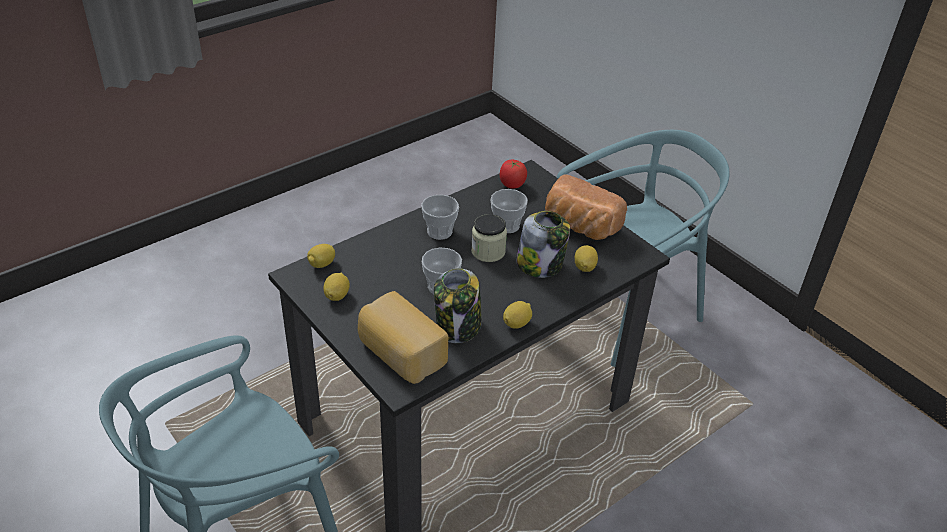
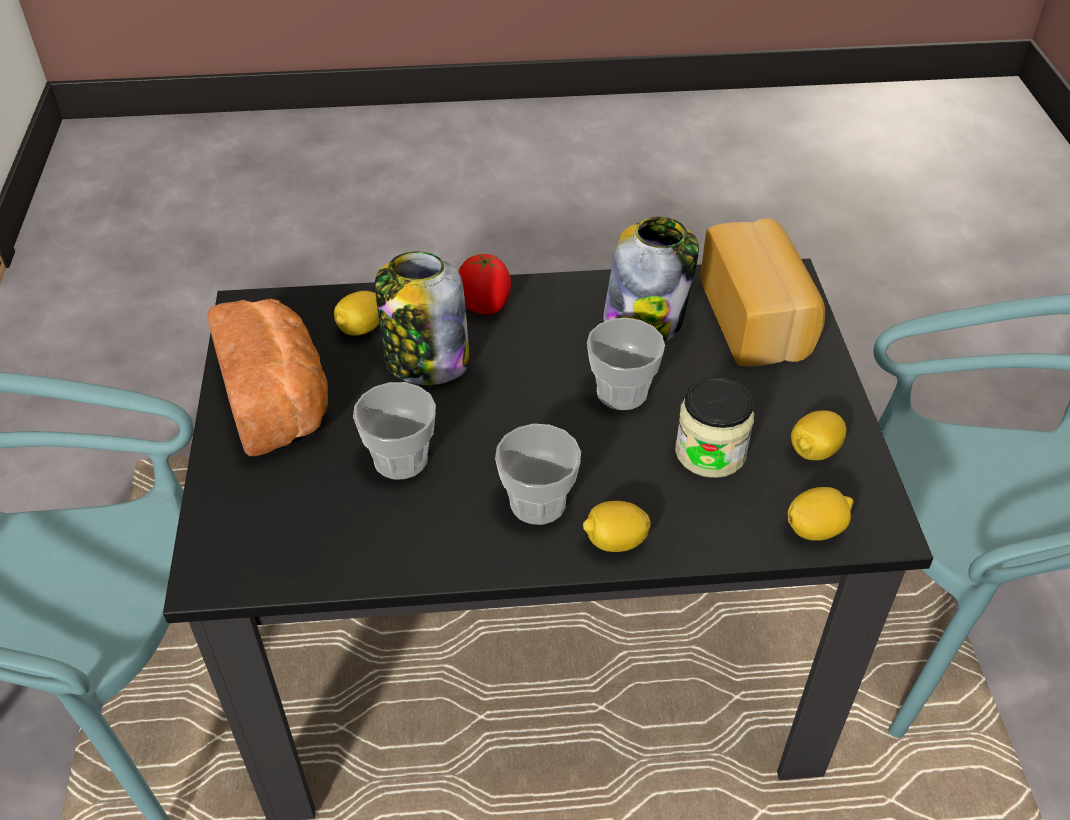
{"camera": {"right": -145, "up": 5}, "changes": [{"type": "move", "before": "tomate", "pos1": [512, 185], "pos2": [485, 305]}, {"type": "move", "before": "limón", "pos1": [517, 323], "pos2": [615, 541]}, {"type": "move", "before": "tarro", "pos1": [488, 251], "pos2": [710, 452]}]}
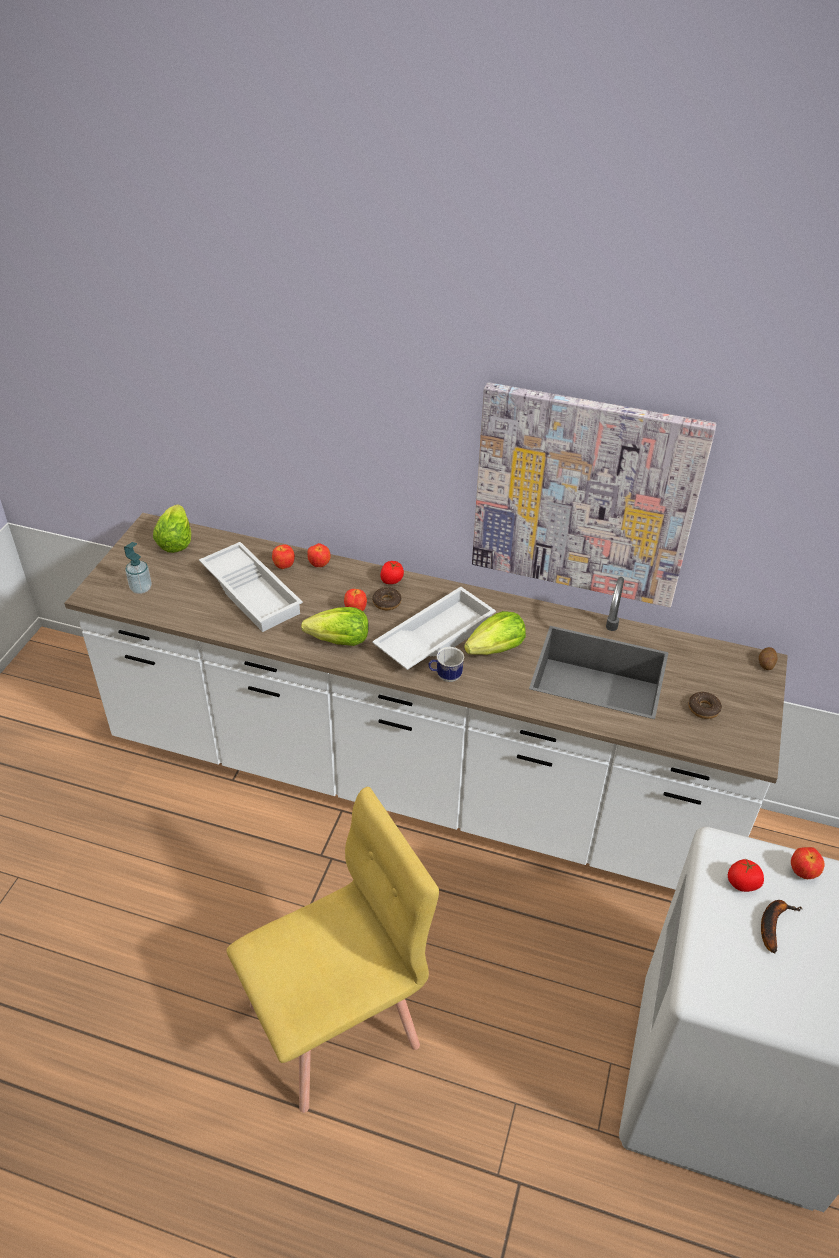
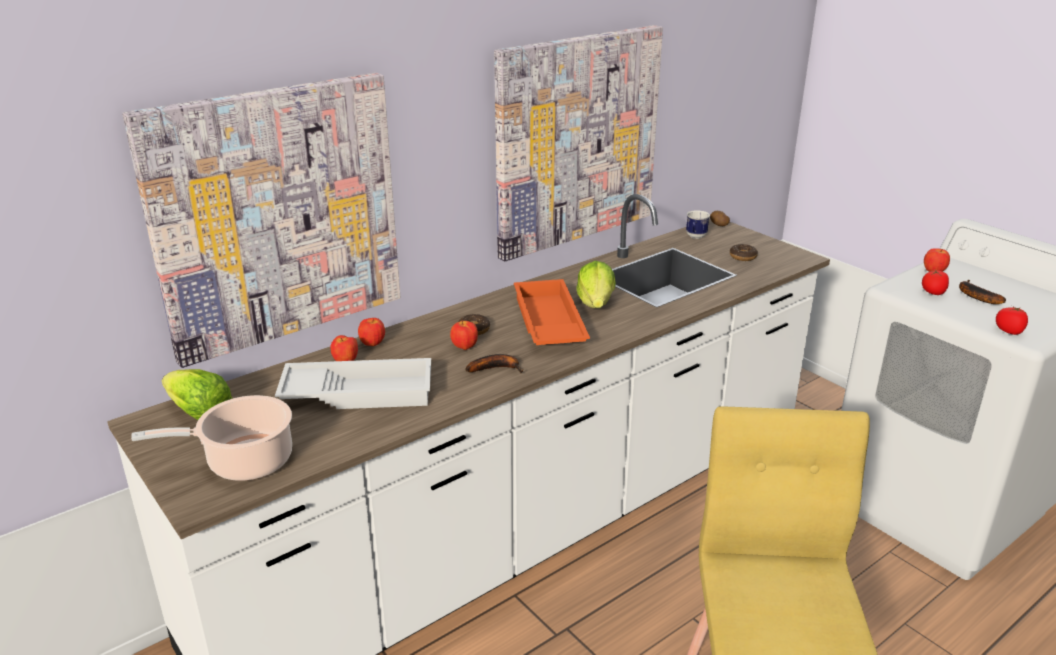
{"camera": {"right": -55, "up": -15}, "changes": [{"type": "insert", "after": "cuadro", "pos2": [277, 215]}, {"type": "replace", "before": "dispensador de jabón", "after": "olla", "pos1": [141, 588], "pos2": [244, 462]}, {"type": "replace", "before": "lechuga", "after": "plátano", "pos1": [340, 641], "pos2": [496, 368]}, {"type": "recolor", "before": "bandeja (blanco)", "after": "bandeja (naranja)", "pos1": [434, 636], "pos2": [547, 323]}, {"type": "move", "before": "taza grande", "pos1": [445, 676], "pos2": [695, 237]}, {"type": "move", "before": "tomate", "pos1": [391, 580], "pos2": [1009, 331]}]}
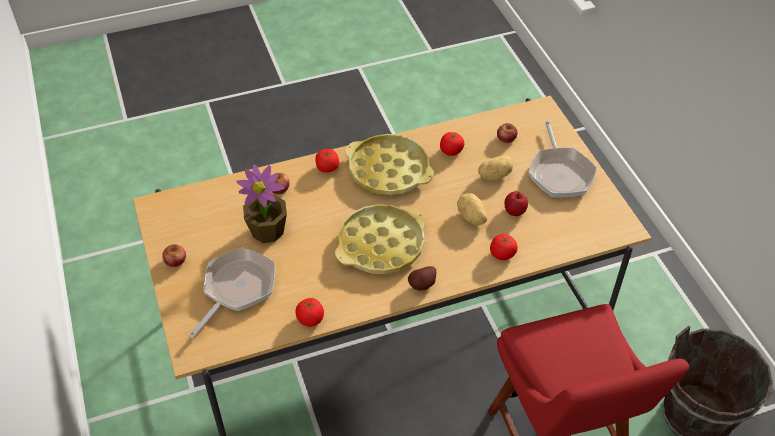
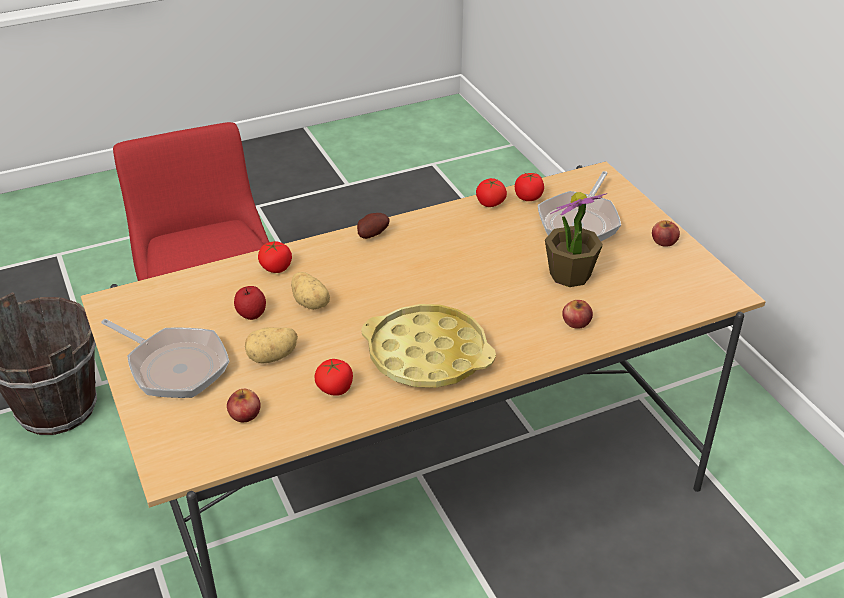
{"camera": {"right": 175, "up": -10}, "changes": [{"type": "rotate", "before": "sartén", "pos1": [560, 173], "pos2": [174, 366], "turn": 135}, {"type": "move", "before": "tomate", "pos1": [327, 168], "pos2": [528, 197]}, {"type": "delete", "before": "bandeja (amarillo)", "pos1": [381, 245]}]}
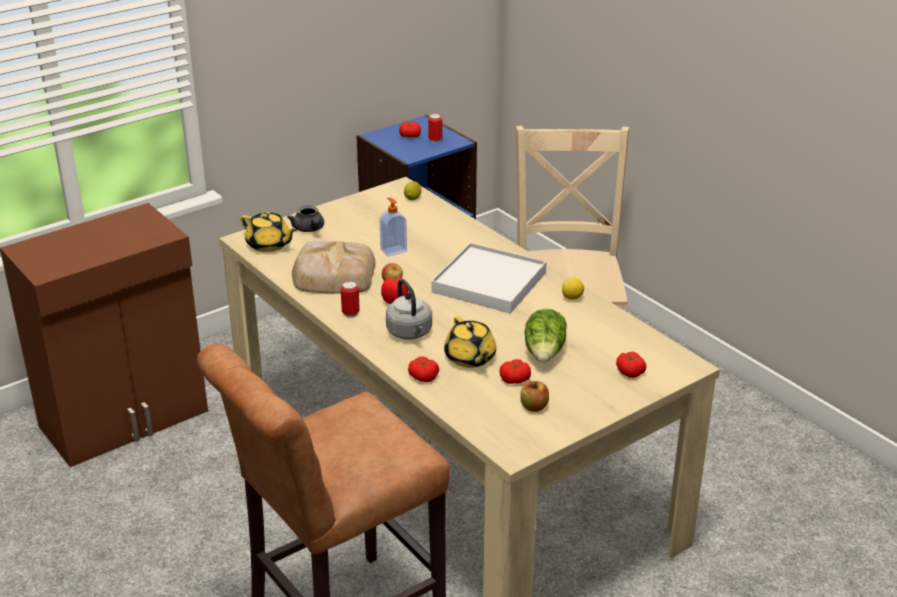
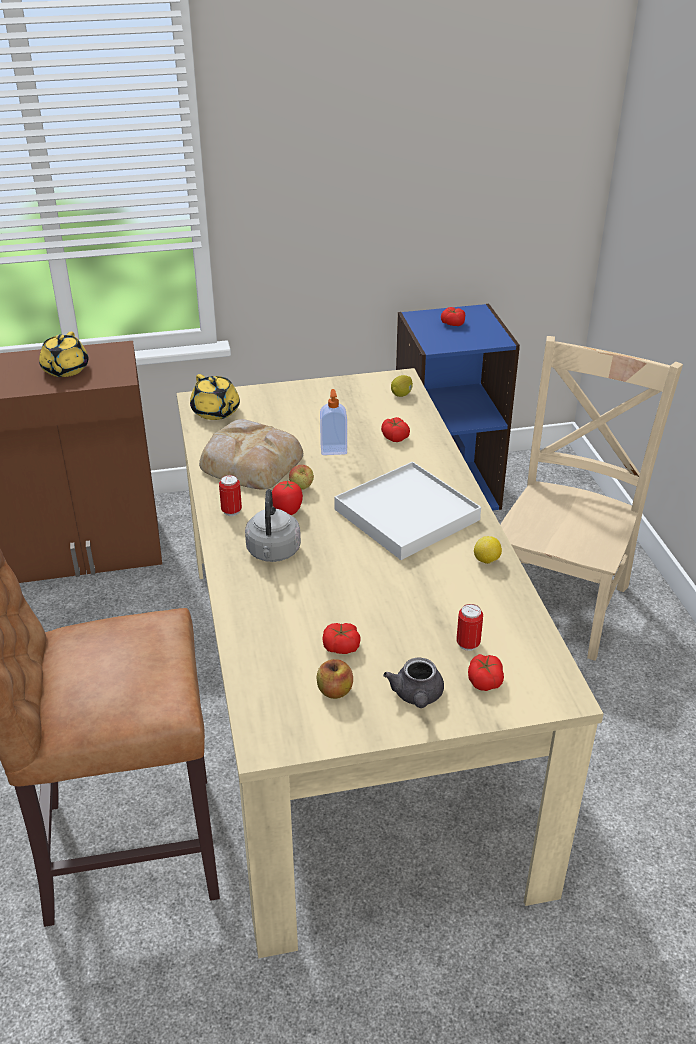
{"camera": {"right": 25, "up": 5}, "changes": [{"type": "move", "before": "tetera (amarillo)", "pos1": [470, 358], "pos2": [65, 370]}, {"type": "move", "before": "tomate", "pos1": [423, 376], "pos2": [394, 437]}, {"type": "move", "before": "tetera (gris)", "pos1": [309, 229], "pos2": [417, 696]}, {"type": "move", "before": "lata", "pos1": [435, 140], "pos2": [468, 644]}, {"type": "delete", "before": "lechuga", "pos1": [545, 353]}]}
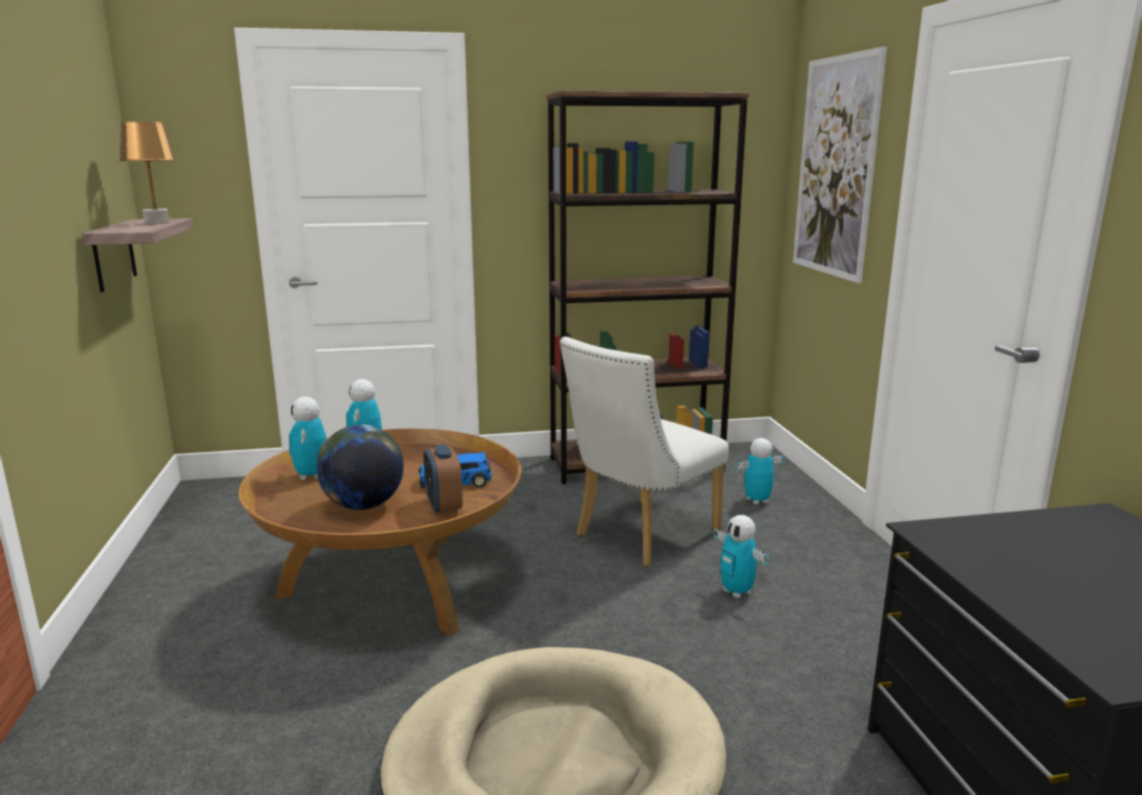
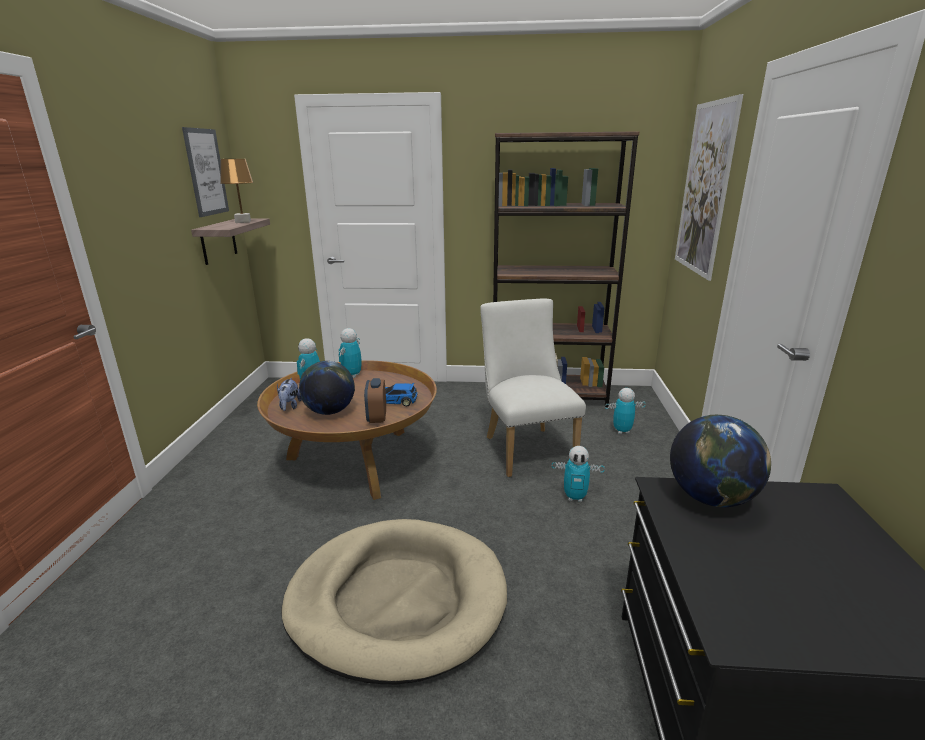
{"camera": {"right": 15, "up": 5}, "changes": [{"type": "insert", "after": "cuadro", "pos2": [206, 172]}, {"type": "insert", "after": "peluche", "pos2": [290, 406]}, {"type": "rotate", "before": "silla (blanco)", "pos1": [639, 536], "pos2": [526, 447], "turn": 105}, {"type": "rotate", "before": "robot de juguete", "pos1": [737, 592], "pos2": [575, 497], "turn": -60}, {"type": "insert", "after": "globo terráqueo", "pos2": [711, 498]}]}
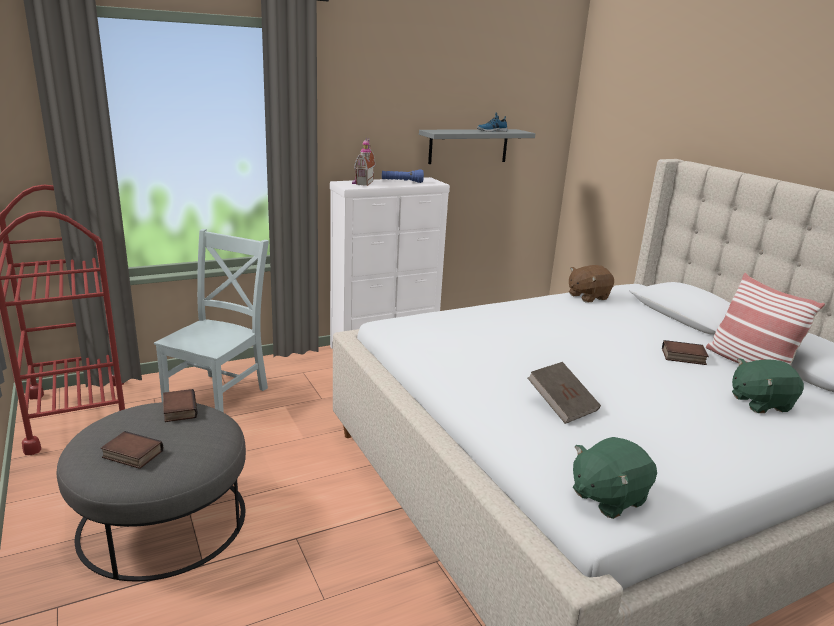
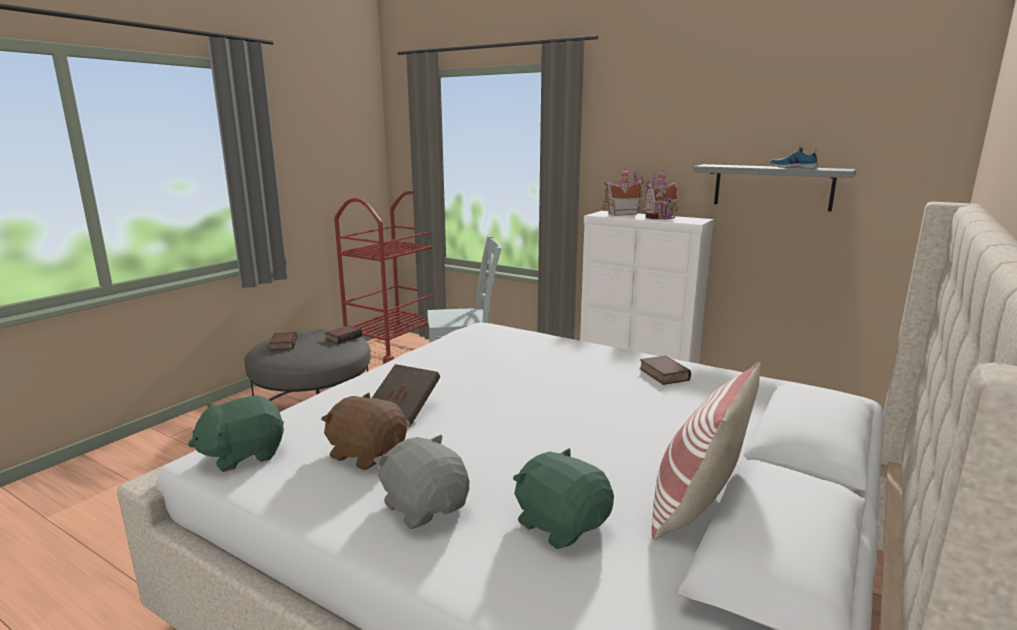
{"camera": {"right": 60, "up": -5}, "changes": [{"type": "rotate", "before": "peluche (verde)", "pos1": [607, 497], "pos2": [243, 455], "turn": -60}, {"type": "move", "before": "peluche (marrón)", "pos1": [587, 296], "pos2": [367, 453]}, {"type": "insert", "after": "peluche (gris)", "pos2": [425, 507]}, {"type": "move", "before": "libro", "pos1": [683, 357], "pos2": [662, 374]}, {"type": "replace", "before": "linterna (azul)", "after": "casita", "pos1": [402, 182], "pos2": [661, 217]}]}
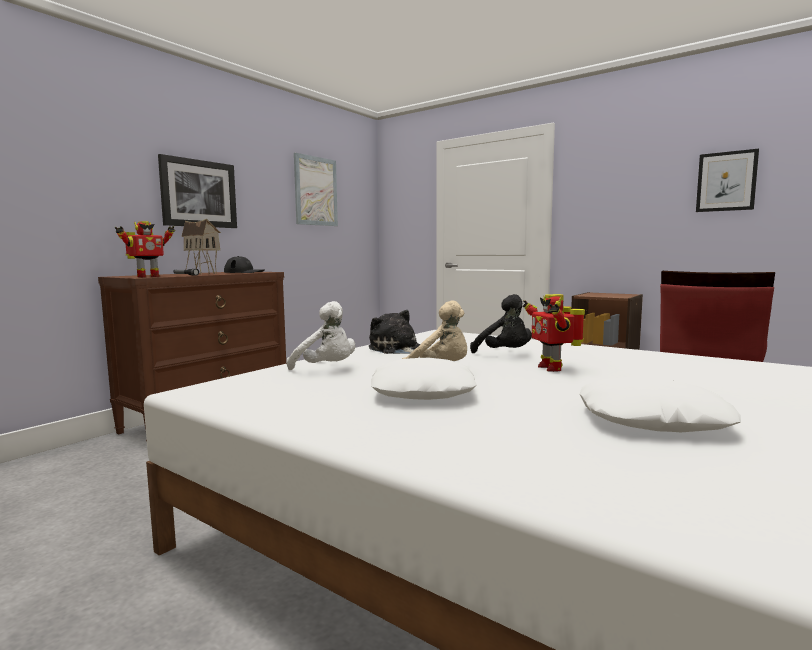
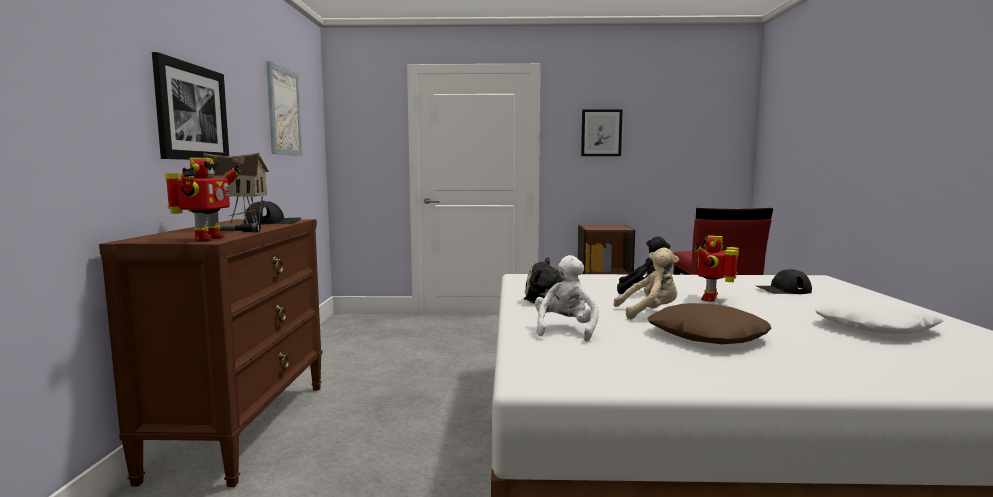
{"camera": {"right": -35, "up": 0}, "changes": [{"type": "rotate", "before": "peluche (blanco)", "pos1": [326, 369], "pos2": [565, 330], "turn": -75}, {"type": "move", "before": "cuadro", "pos1": [726, 181], "pos2": [601, 133]}, {"type": "recolor", "before": "cojín (blanco)", "after": "cojín (marrón)", "pos1": [421, 391], "pos2": [706, 335]}, {"type": "rotate", "before": "robot de juguete", "pos1": [551, 368], "pos2": [711, 298], "turn": 75}, {"type": "insert", "after": "gorra (negro)", "pos2": [783, 290]}]}
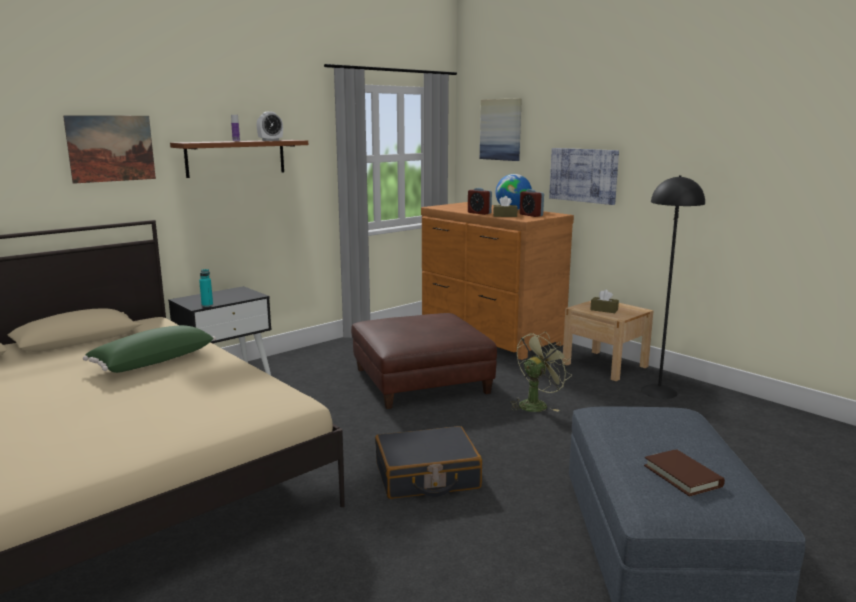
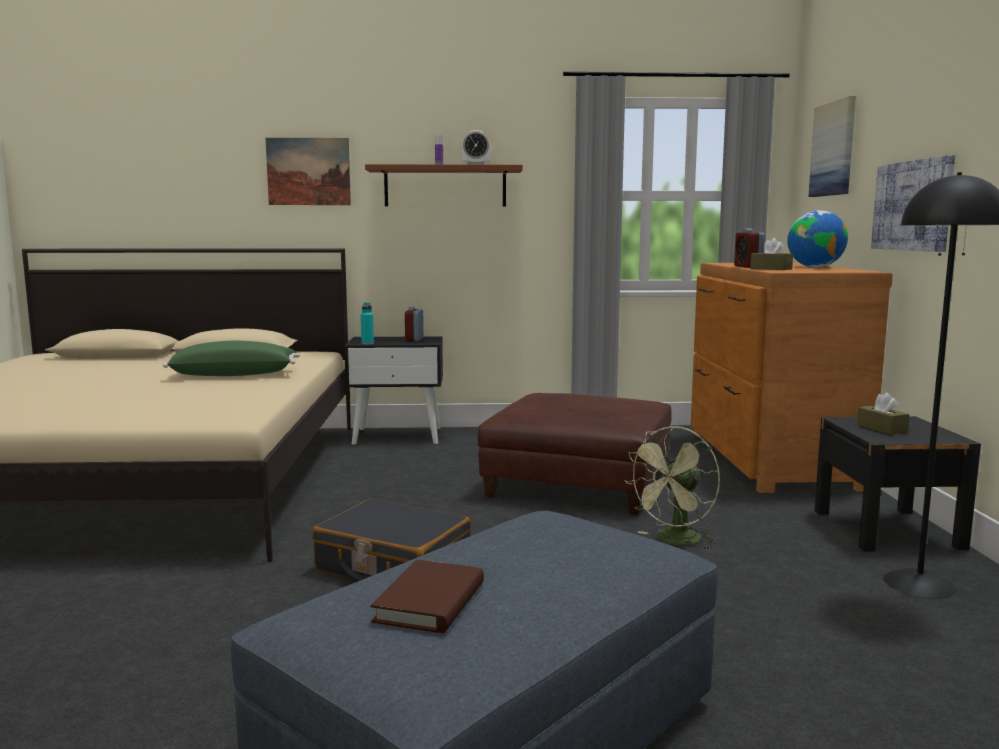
{"camera": {"right": 40, "up": -5}, "changes": [{"type": "move", "before": "despertador", "pos1": [531, 215], "pos2": [414, 339]}, {"type": "rotate", "before": "ventilador (verde)", "pos1": [536, 404], "pos2": [675, 542], "turn": 135}, {"type": "recolor", "before": "mesita de noche (beis)", "after": "mesita de noche (negro)", "pos1": [605, 365], "pos2": [886, 529]}]}
